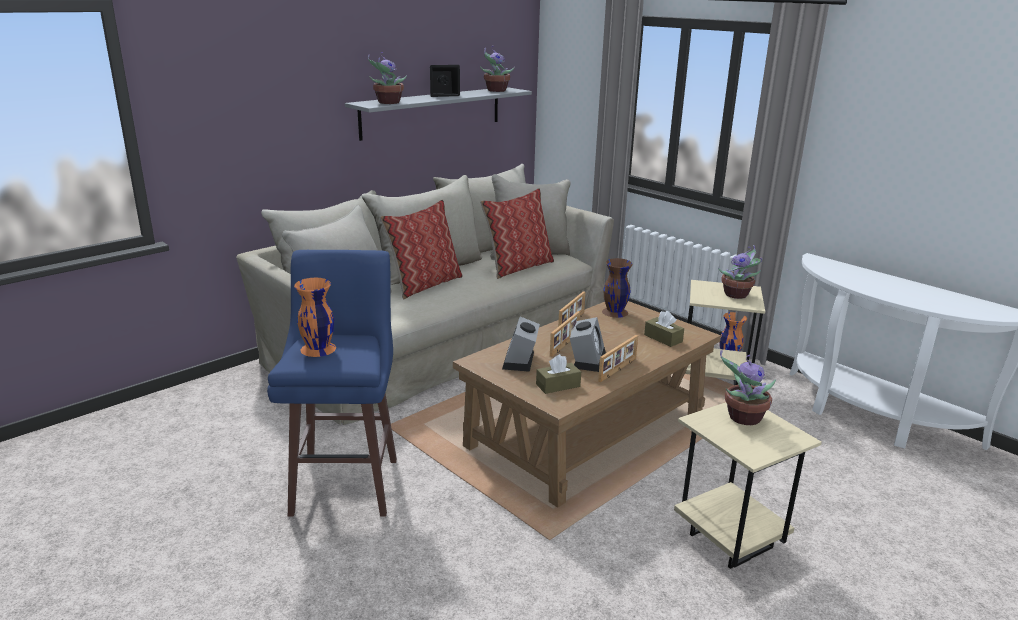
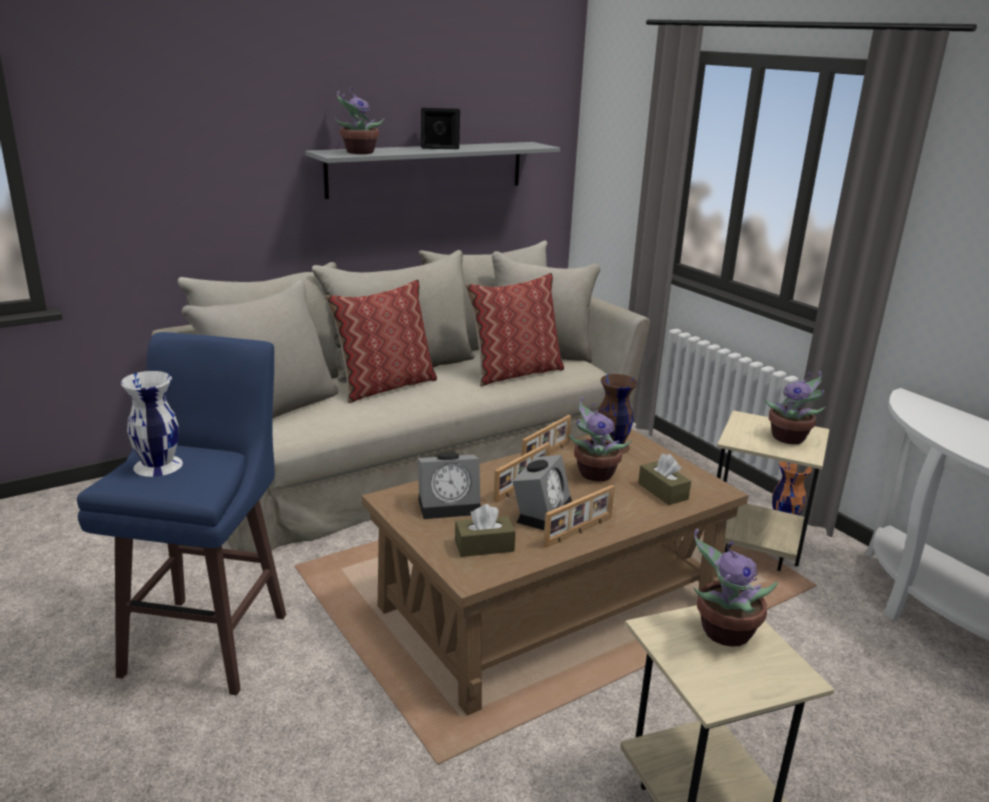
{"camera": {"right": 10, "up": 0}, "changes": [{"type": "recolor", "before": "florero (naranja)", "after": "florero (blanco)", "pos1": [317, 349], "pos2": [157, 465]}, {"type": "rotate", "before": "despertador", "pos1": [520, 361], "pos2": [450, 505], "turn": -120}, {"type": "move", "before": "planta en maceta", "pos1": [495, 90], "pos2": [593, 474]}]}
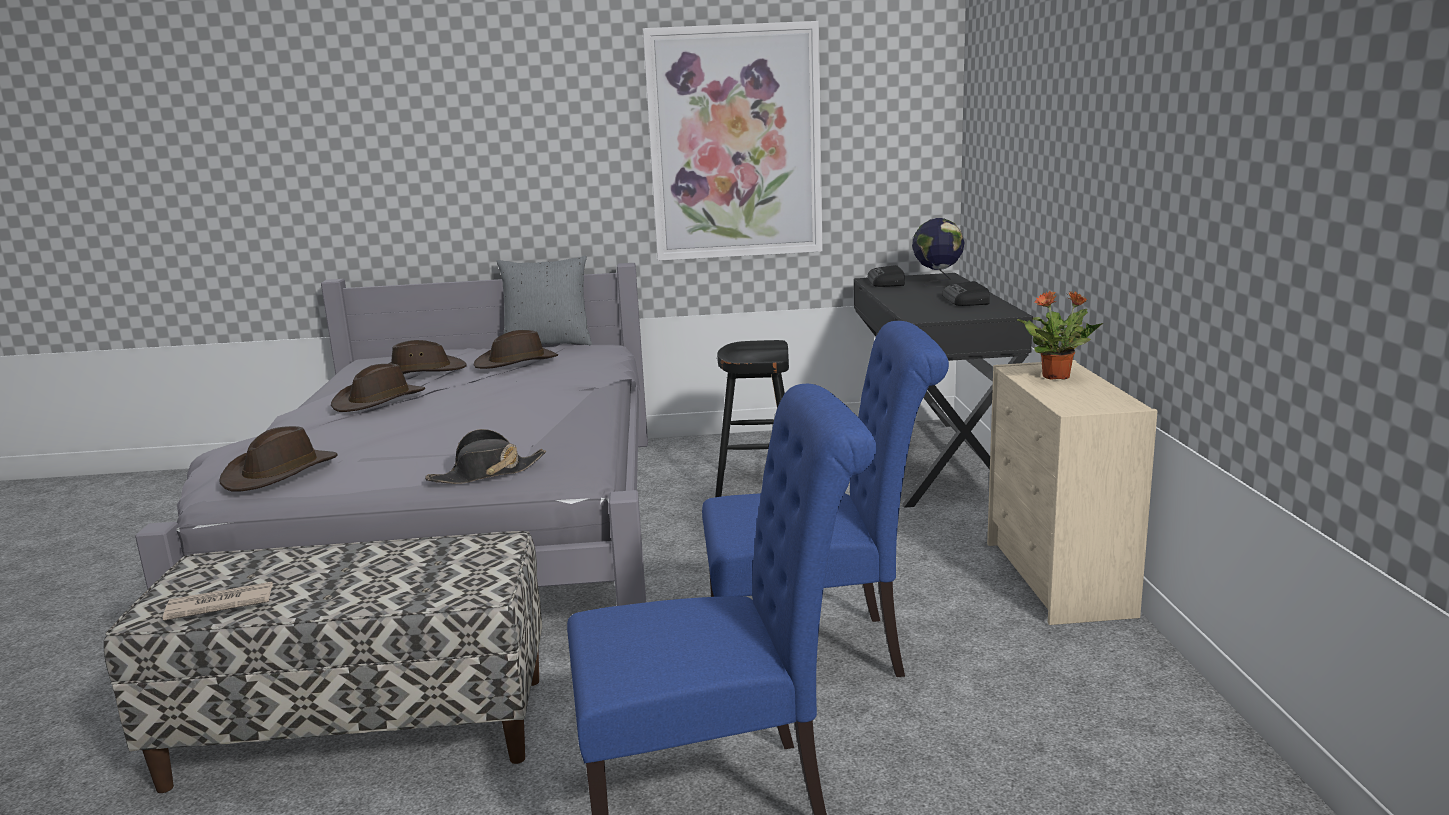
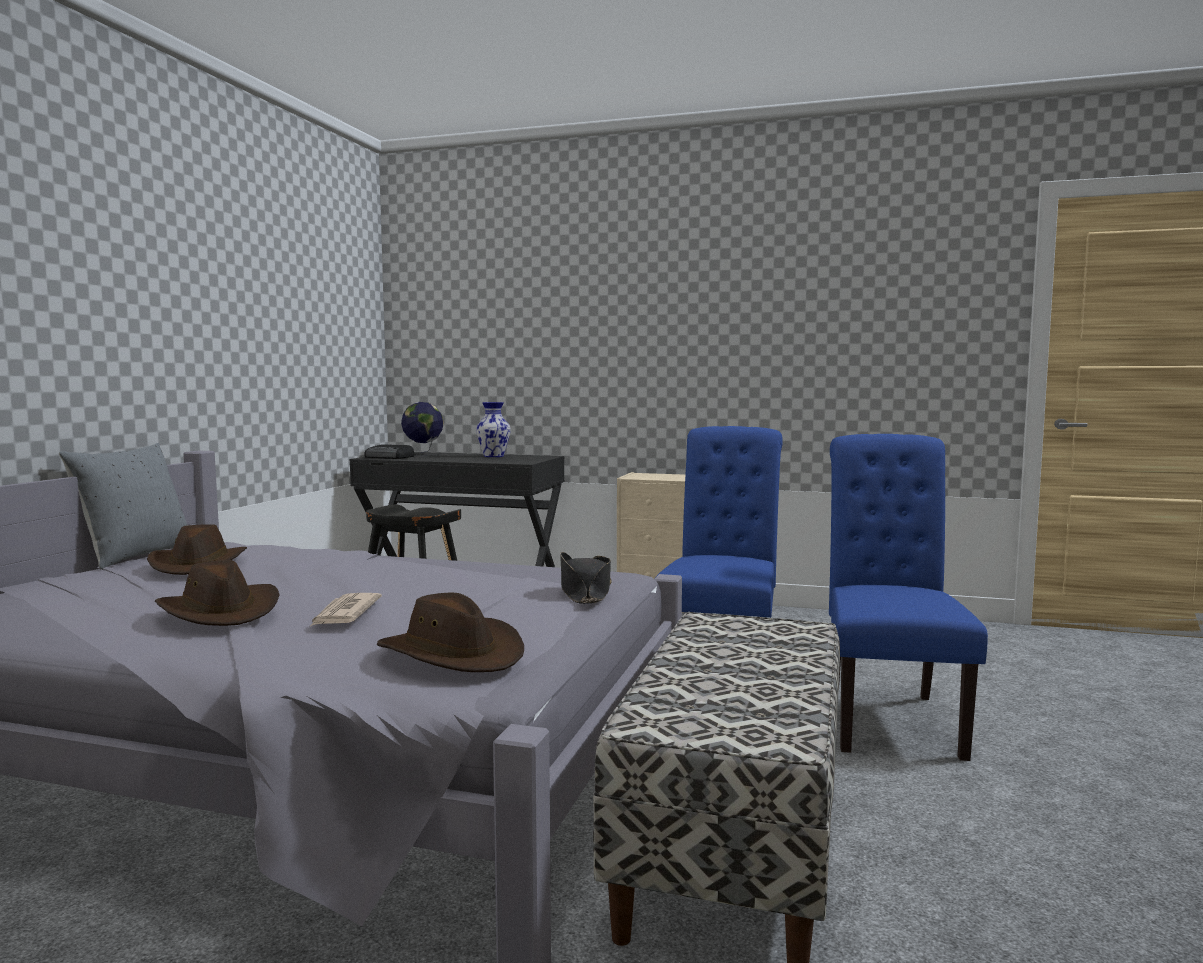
{"camera": {"right": -70, "up": -10}, "changes": [{"type": "move", "before": "periódico", "pos1": [219, 605], "pos2": [344, 613]}, {"type": "replace", "before": "radio", "after": "florero", "pos1": [966, 300], "pos2": [494, 456]}, {"type": "delete", "before": "sombrero (marrón)", "pos1": [421, 371]}, {"type": "delete", "before": "cuadro", "pos1": [735, 143]}, {"type": "delete", "before": "planta en maceta", "pos1": [1057, 376]}]}
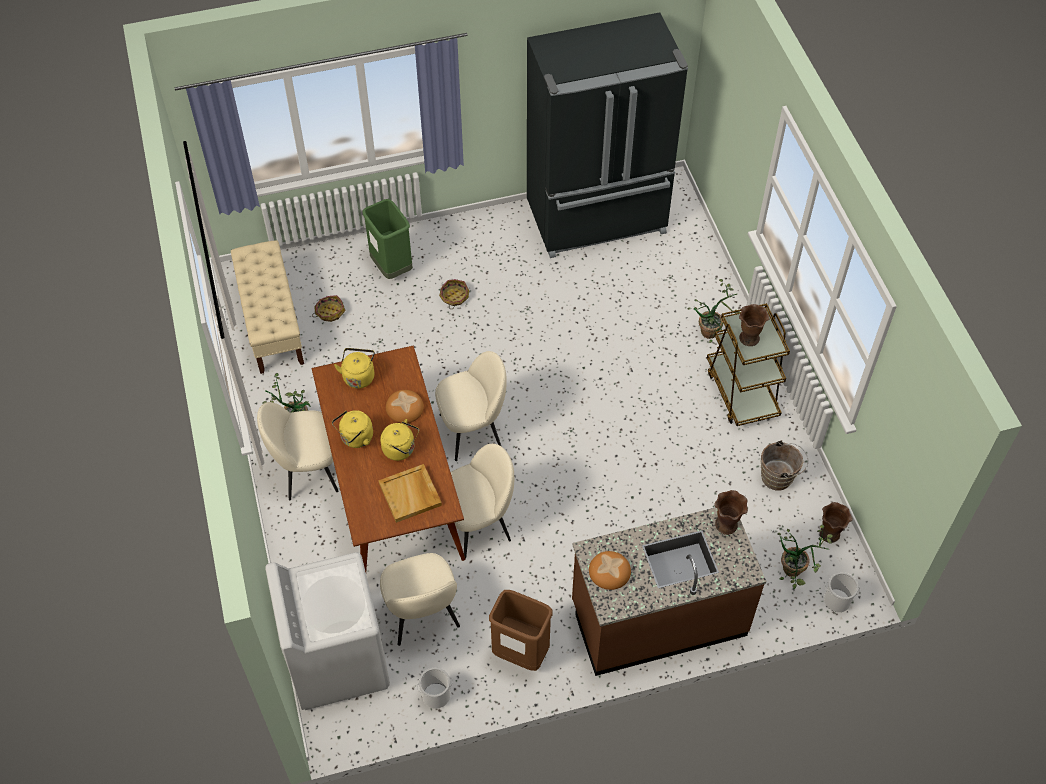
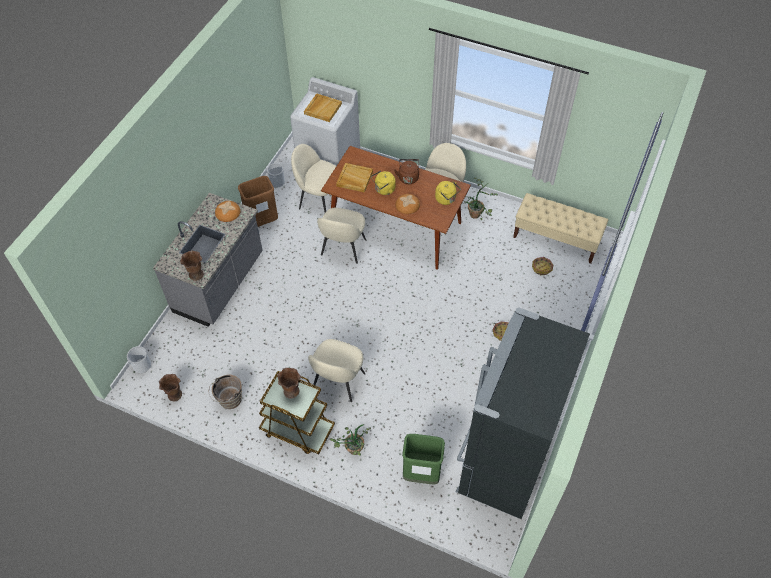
{"camera": {"right": 130, "up": 0}, "changes": [{"type": "recolor", "before": "mueble bajo de cocina (marrón)", "after": "mueble bajo de cocina (gris)", "pos1": [658, 618], "pos2": [219, 283]}, {"type": "insert", "after": "bandeja (beis)", "pos2": [322, 108]}, {"type": "move", "before": "silla (beis)", "pos1": [472, 430], "pos2": [338, 382]}, {"type": "recolor", "before": "hervidor (amarillo)", "after": "hervidor (marrón)", "pos1": [355, 438], "pos2": [408, 177]}, {"type": "move", "before": "papelera (verde)", "pos1": [392, 268], "pos2": [421, 474]}, {"type": "delete", "before": "planta en maceta", "pos1": [796, 572]}]}
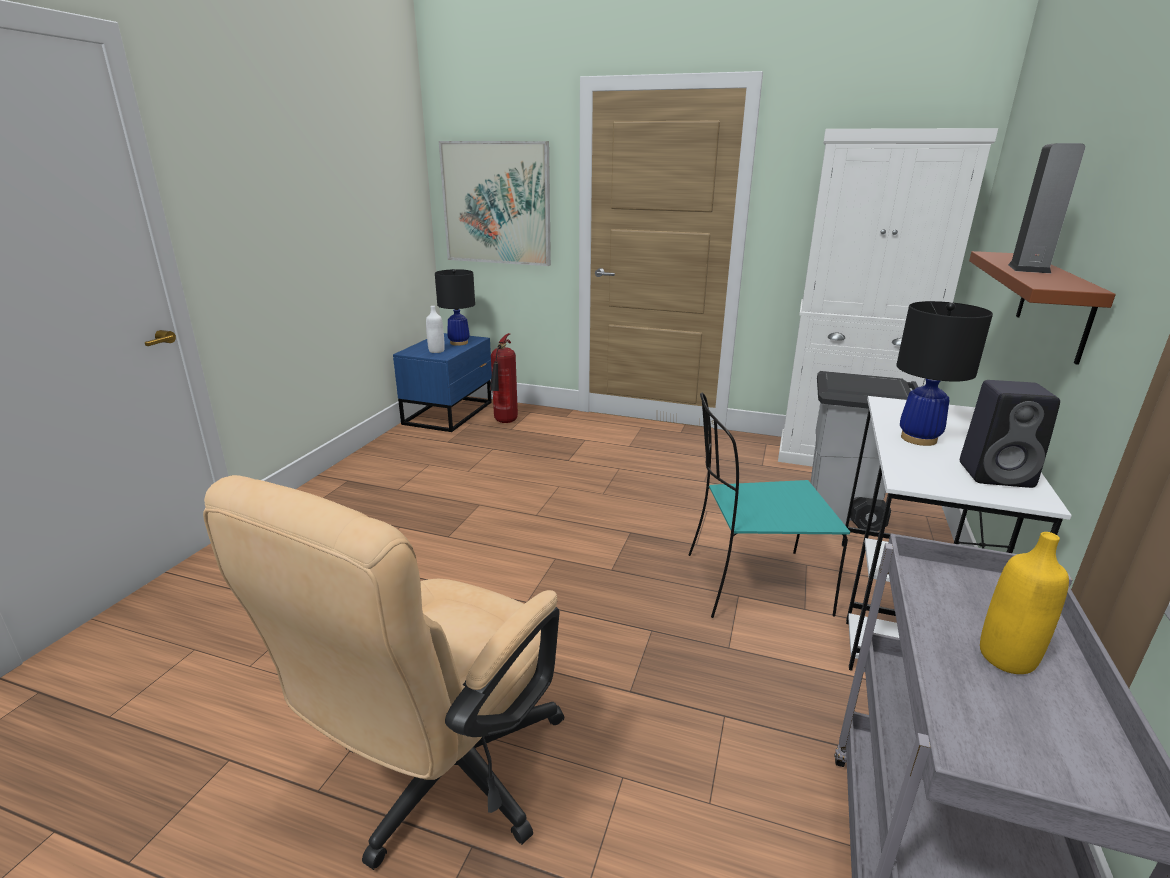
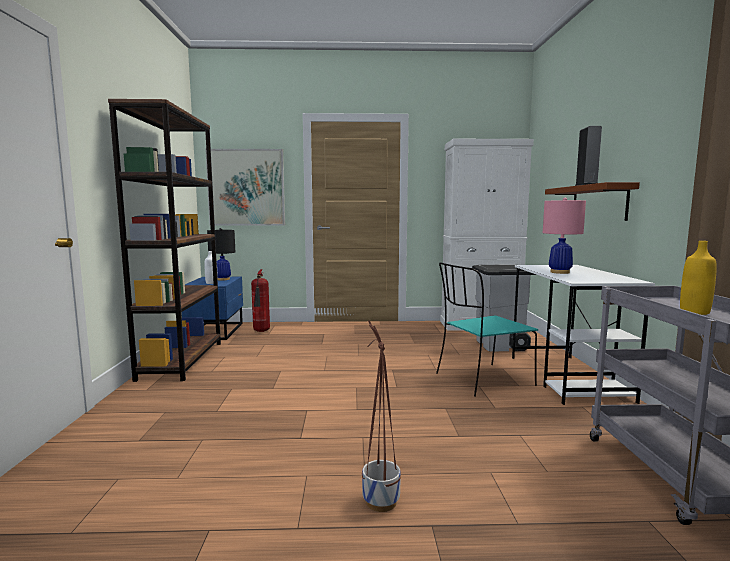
{"camera": {"right": -20, "up": -15}, "changes": [{"type": "insert", "after": "estantería (marrón)", "pos2": [182, 360]}, {"type": "replace", "before": "silla de oficina (beis)", "after": "maceta", "pos1": [439, 782], "pos2": [380, 502]}, {"type": "recolor", "before": "lámpara de mesa (negro)", "after": "lámpara de mesa (rosa)", "pos1": [919, 439], "pos2": [560, 272]}, {"type": "delete", "before": "altavoz (negro)", "pos1": [997, 475]}]}
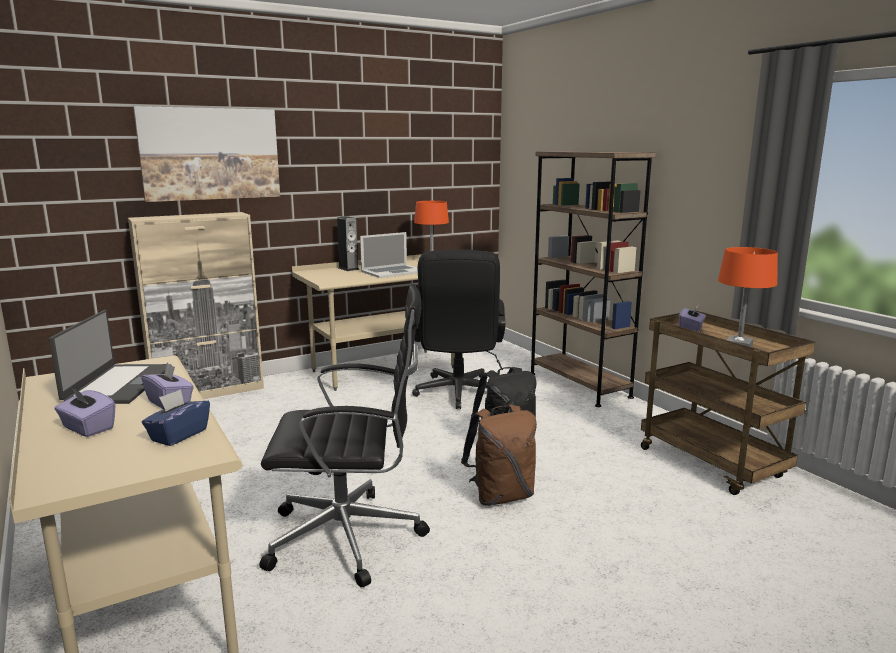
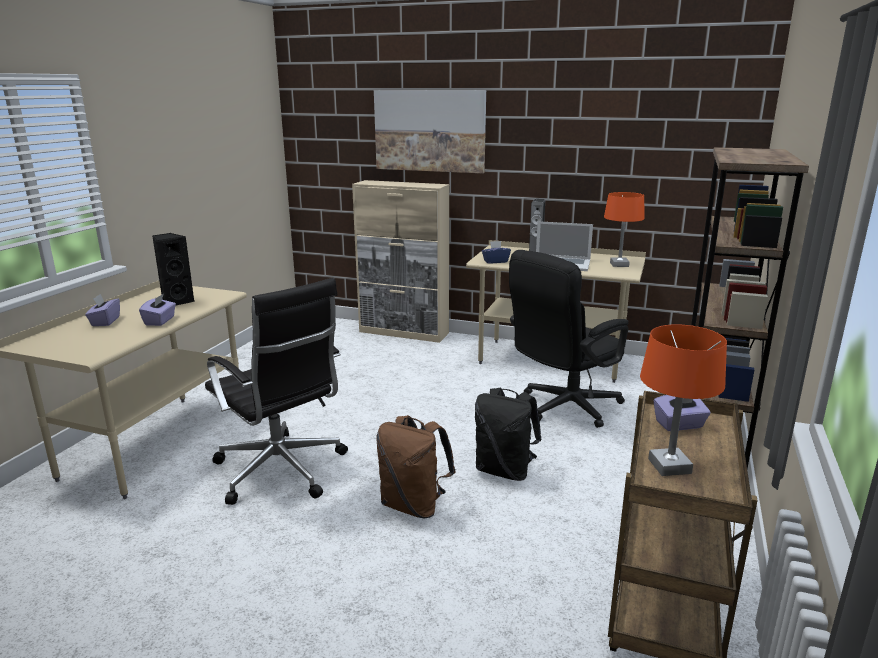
{"camera": {"right": 50, "up": 5}, "changes": [{"type": "replace", "before": "portátil", "after": "altavoz (negro)", "pos1": [118, 384], "pos2": [176, 301]}, {"type": "move", "before": "caja de pañuelos (azul)", "pos1": [178, 435], "pos2": [495, 261]}]}
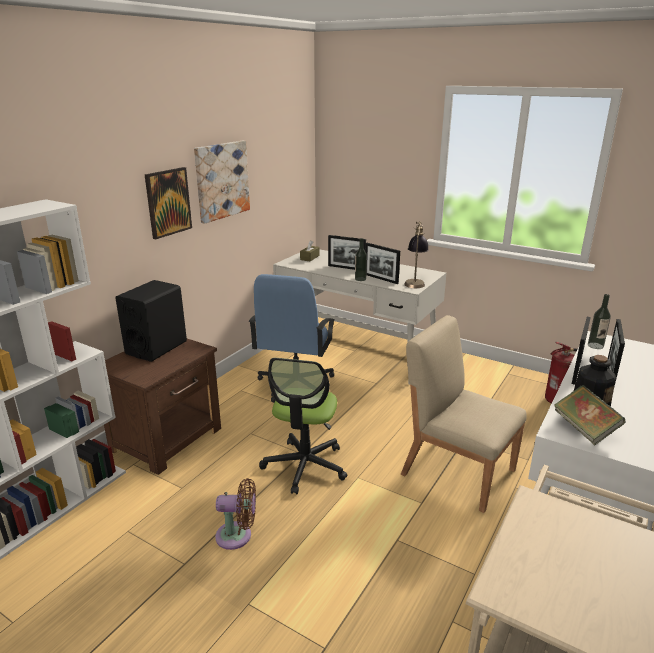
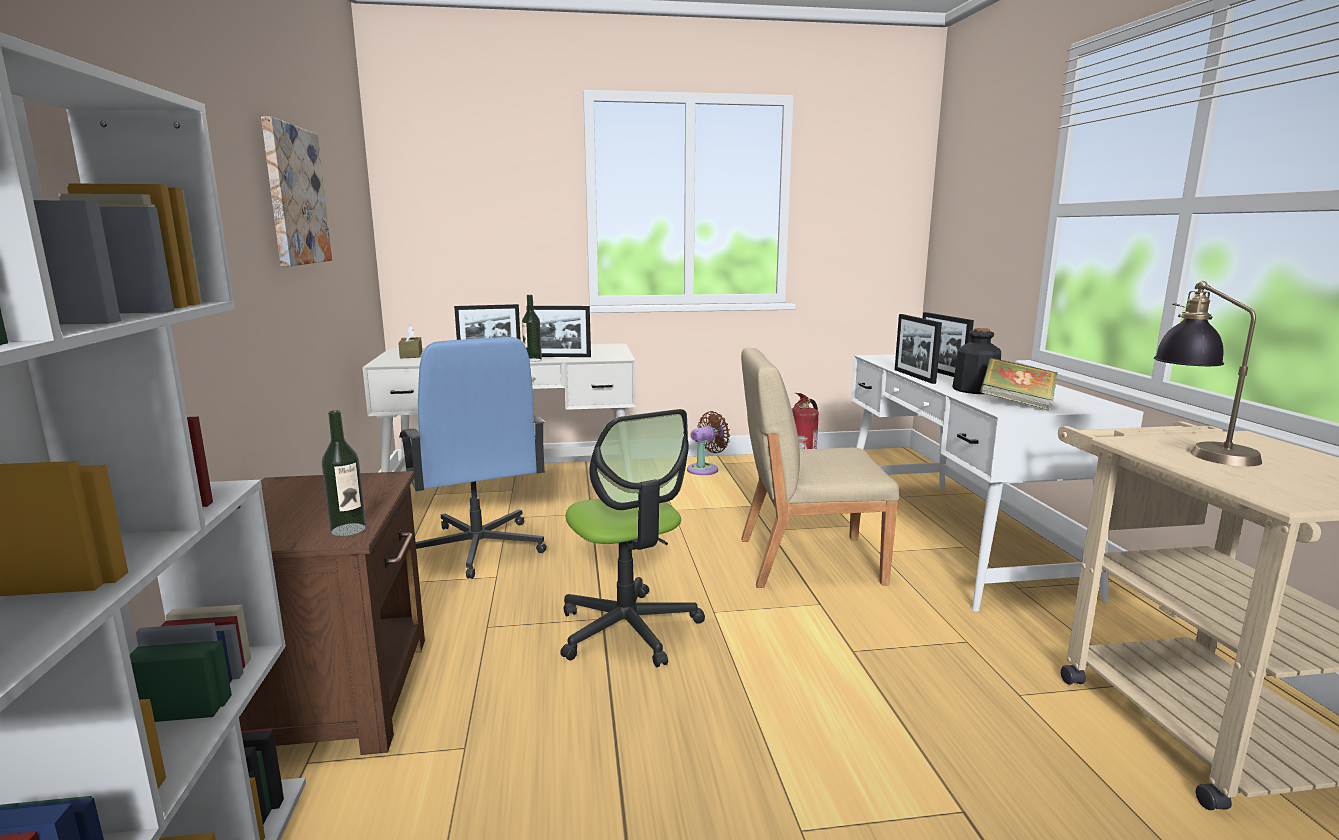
{"camera": {"right": -40, "up": -10}, "changes": [{"type": "move", "before": "botella", "pos1": [595, 346], "pos2": [348, 530]}, {"type": "move", "before": "ventilador (marrón)", "pos1": [237, 536], "pos2": [705, 469]}, {"type": "move", "before": "lámpara de mesa", "pos1": [415, 281], "pos2": [1197, 450]}, {"type": "delete", "before": "altavoz (negro)", "pos1": [156, 347]}, {"type": "delete", "before": "cuadro", "pos1": [168, 202]}]}
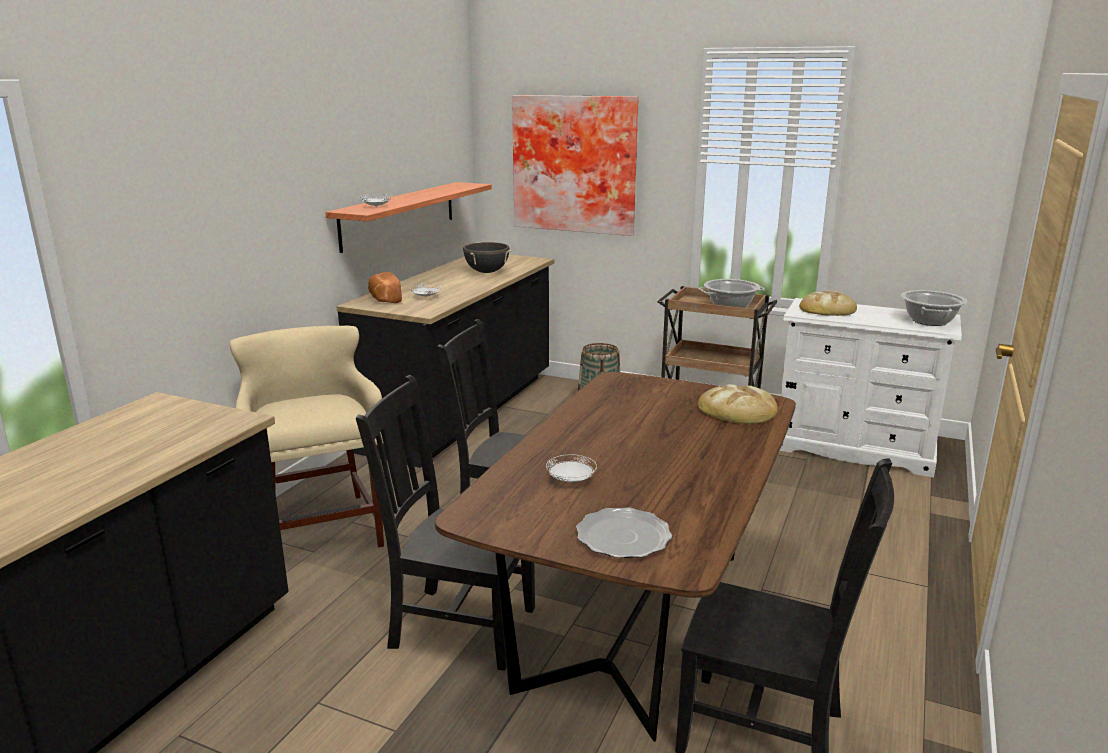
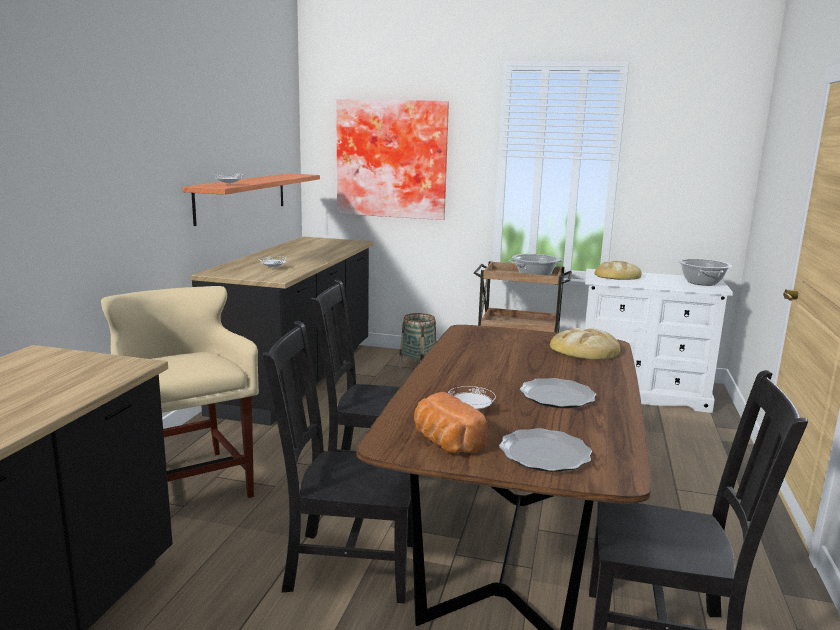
{"camera": {"right": -10, "up": -5}, "changes": [{"type": "move", "before": "pan", "pos1": [384, 299], "pos2": [445, 442]}, {"type": "insert", "after": "plato", "pos2": [557, 396]}, {"type": "delete", "before": "olla (negro)", "pos1": [487, 272]}]}
